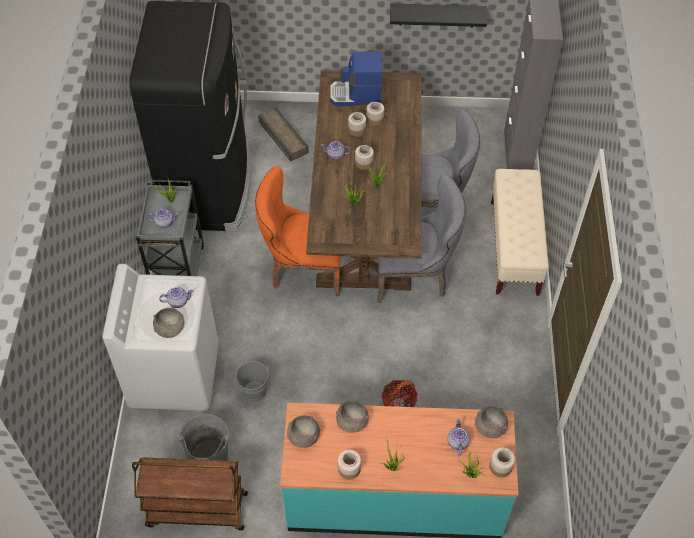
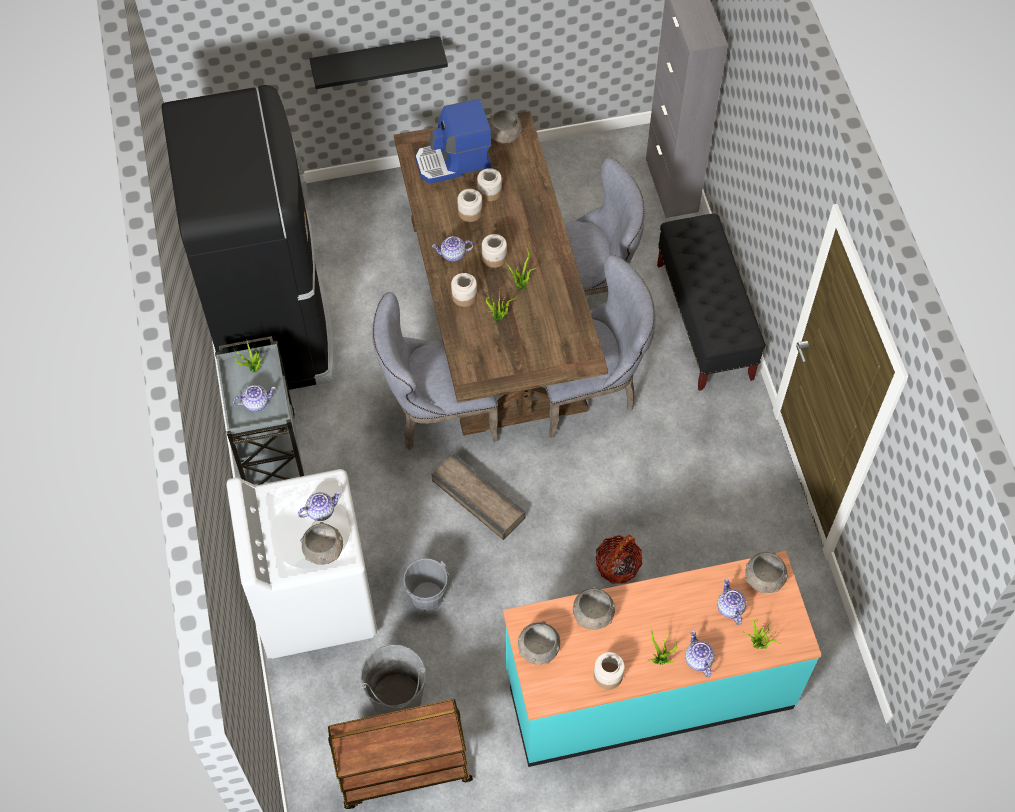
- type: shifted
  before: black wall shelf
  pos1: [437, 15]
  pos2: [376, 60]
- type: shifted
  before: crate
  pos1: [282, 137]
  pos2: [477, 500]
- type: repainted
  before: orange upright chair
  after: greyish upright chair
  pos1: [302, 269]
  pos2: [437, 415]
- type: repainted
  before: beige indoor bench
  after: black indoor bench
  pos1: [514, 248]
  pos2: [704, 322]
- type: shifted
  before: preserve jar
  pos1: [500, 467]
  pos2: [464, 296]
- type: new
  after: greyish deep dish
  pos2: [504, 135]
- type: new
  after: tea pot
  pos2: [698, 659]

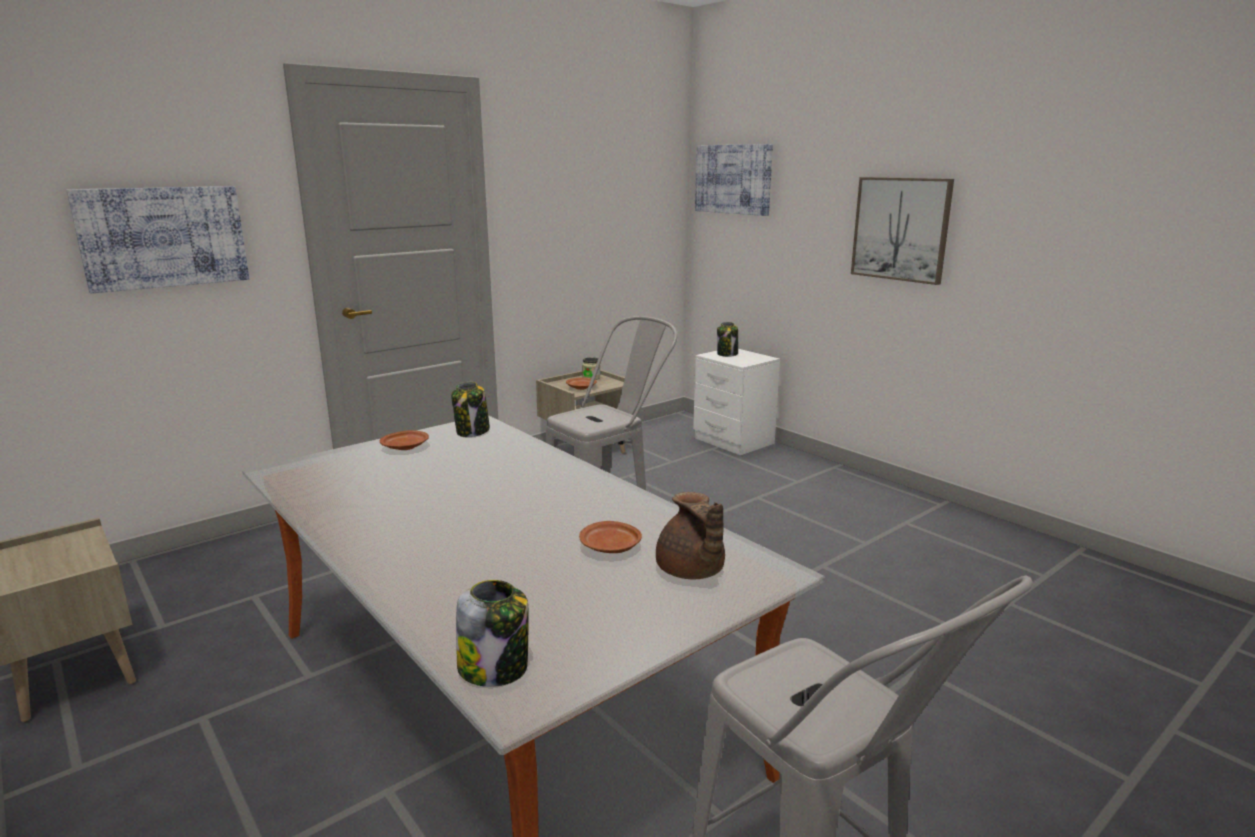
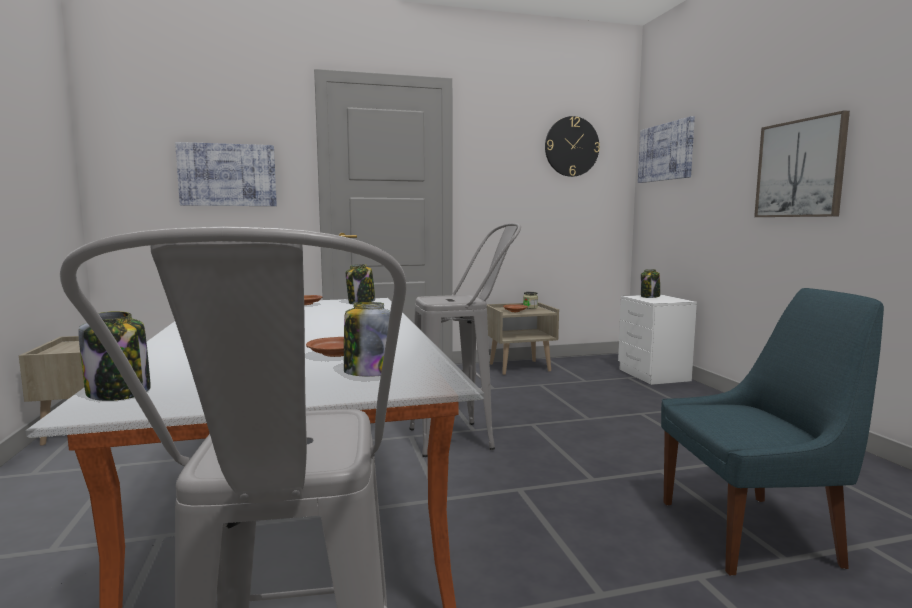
- type: swapped
  before: brown-coloured tea pot
  after: preserve jar
  pos1: [691, 572]
  pos2: [368, 373]
- type: new
  after: hanging clock
  pos2: [571, 146]
- type: new
  after: blue-coloured upright chair
  pos2: [753, 532]

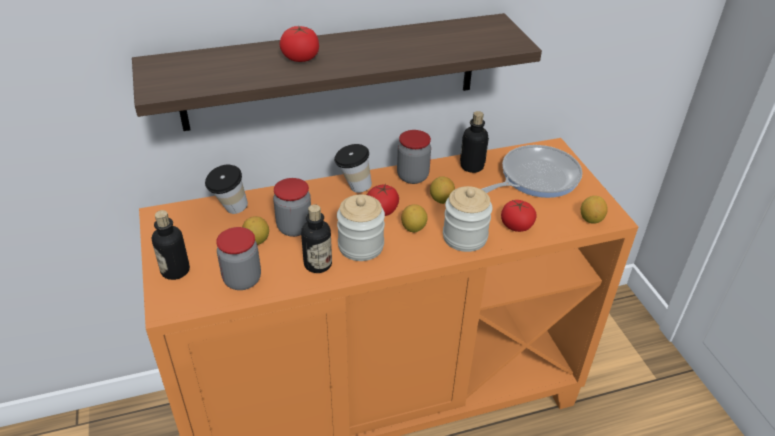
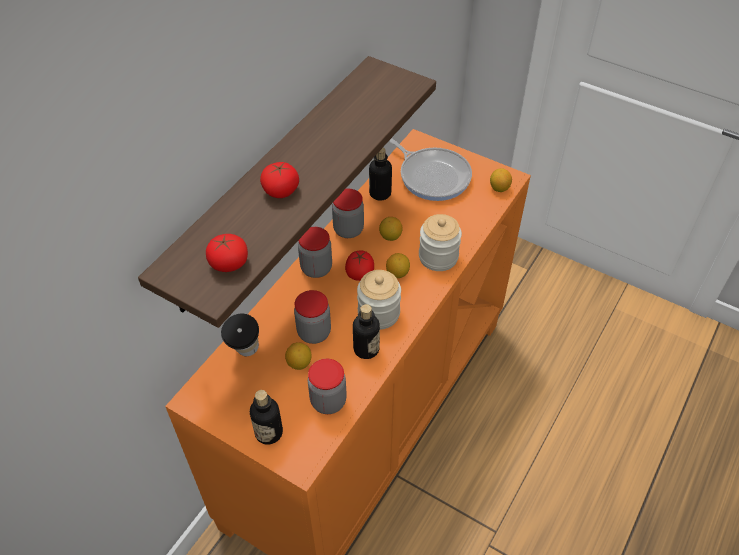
- type: swapped
  before: small cup
  after: preserve jar
  pos1: [353, 187]
  pos2: [316, 268]
- type: rotated
  before: frying pan
  pos1: [535, 177]
  pos2: [432, 175]
  turn: 120
- type: shifted
  before: fresh tomato
  pos1: [516, 226]
  pos2: [229, 264]

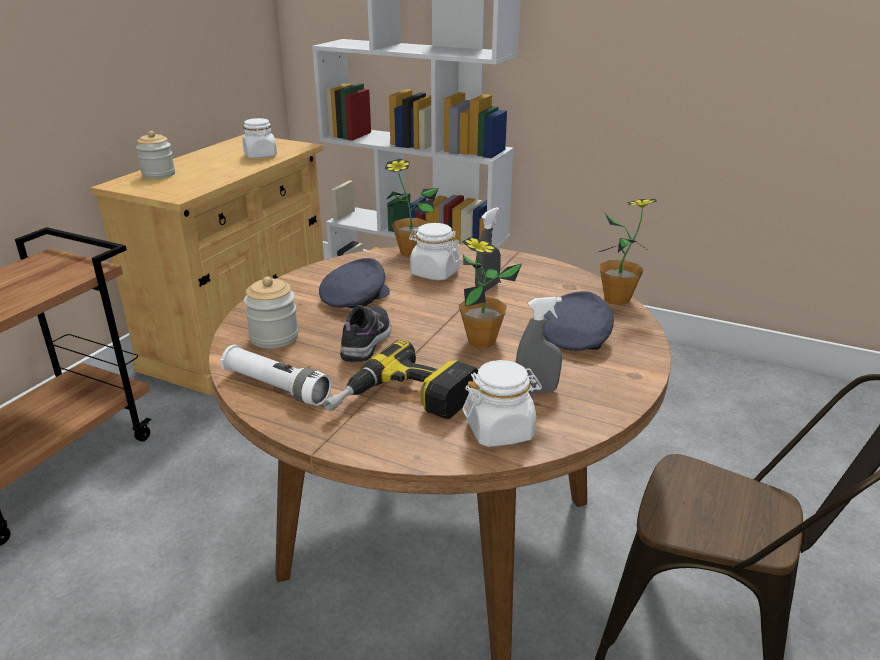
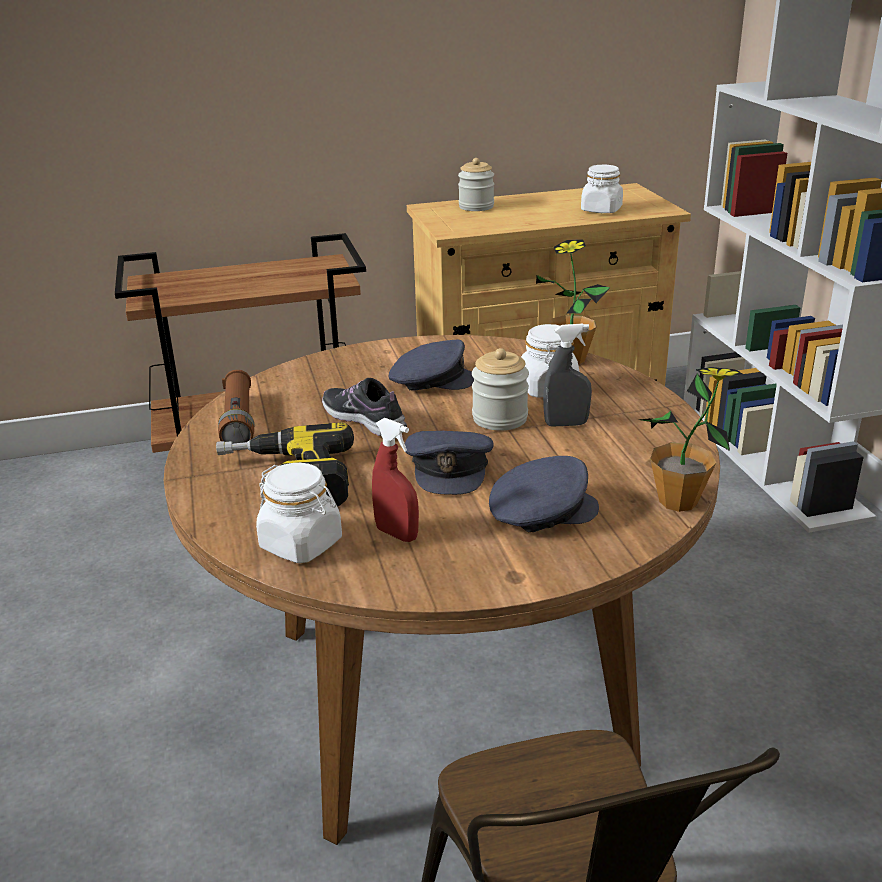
- type: swapped
  before: plant in a pot
  after: greyish baseball cap
  pos1: [481, 341]
  pos2: [449, 468]
- type: shifted
  before: preserve jar
  pos1: [274, 337]
  pos2: [500, 418]
- type: repainted
  before: greyish spray bottle
  after: red-coloured spray bottle
  pos1: [536, 391]
  pos2: [397, 534]
- type: rotated
  before: item of footwear
  pos1: [367, 341]
  pos2: [364, 420]
  turn: -105
- type: repainted
  before: whitish hand torch
  after: brown-coloured hand torch
  pos1: [276, 387]
  pos2: [239, 422]

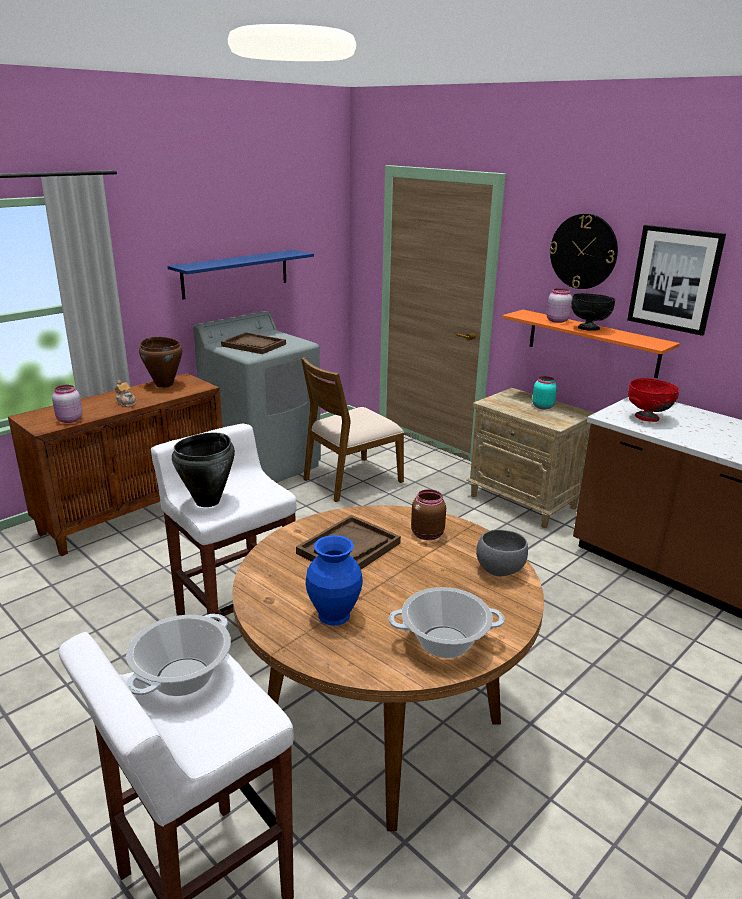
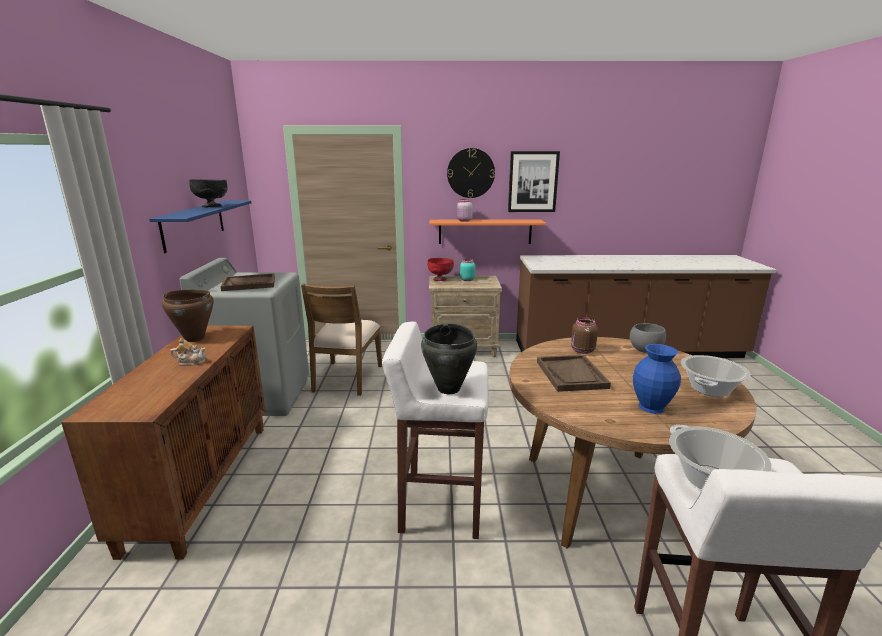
- type: shifted
  before: black deep dish
  pos1: [589, 329]
  pos2: [212, 207]
- type: shifted
  before: red-coloured deep dish
  pos1: [647, 418]
  pos2: [440, 280]
- type: gone
  before: pink preserve jar
  pos1: [69, 420]

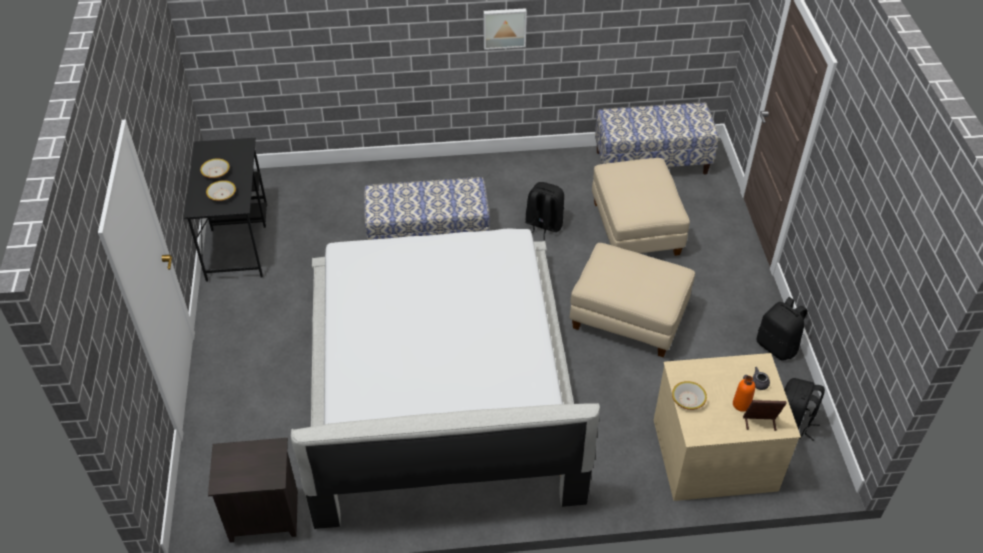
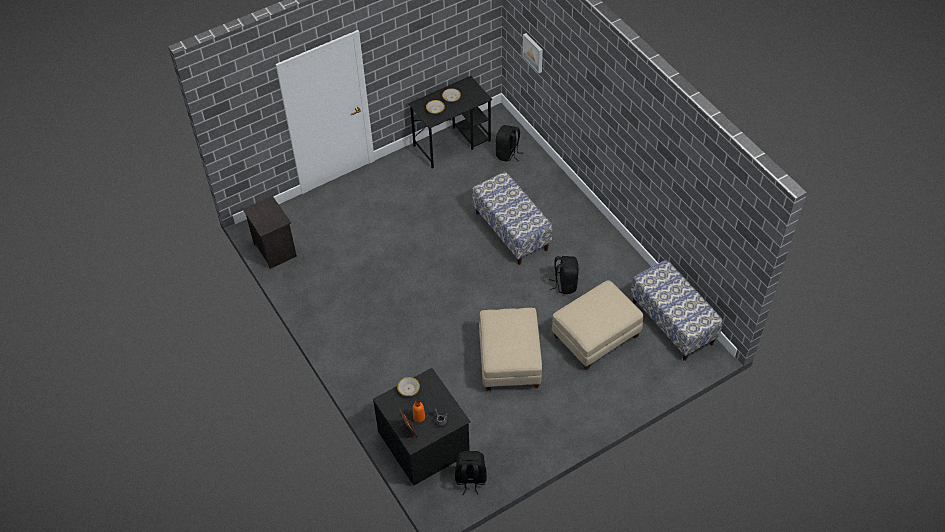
- type: shifted
  before: picture
  pos1: [504, 27]
  pos2: [534, 52]
- type: gone
  before: whitish bedroom bed
  pos1: [440, 382]
- type: shifted
  before: black rucksack
  pos1: [777, 346]
  pos2: [507, 154]
- type: repainted
  before: beige drawer chest
  after: black drawer chest
  pos1: [714, 452]
  pos2: [425, 442]

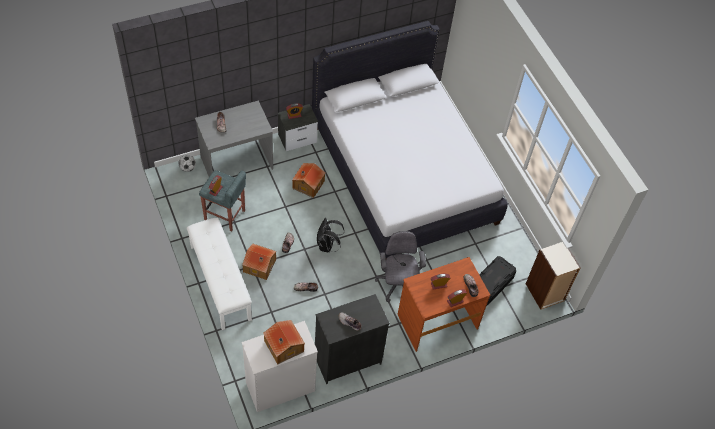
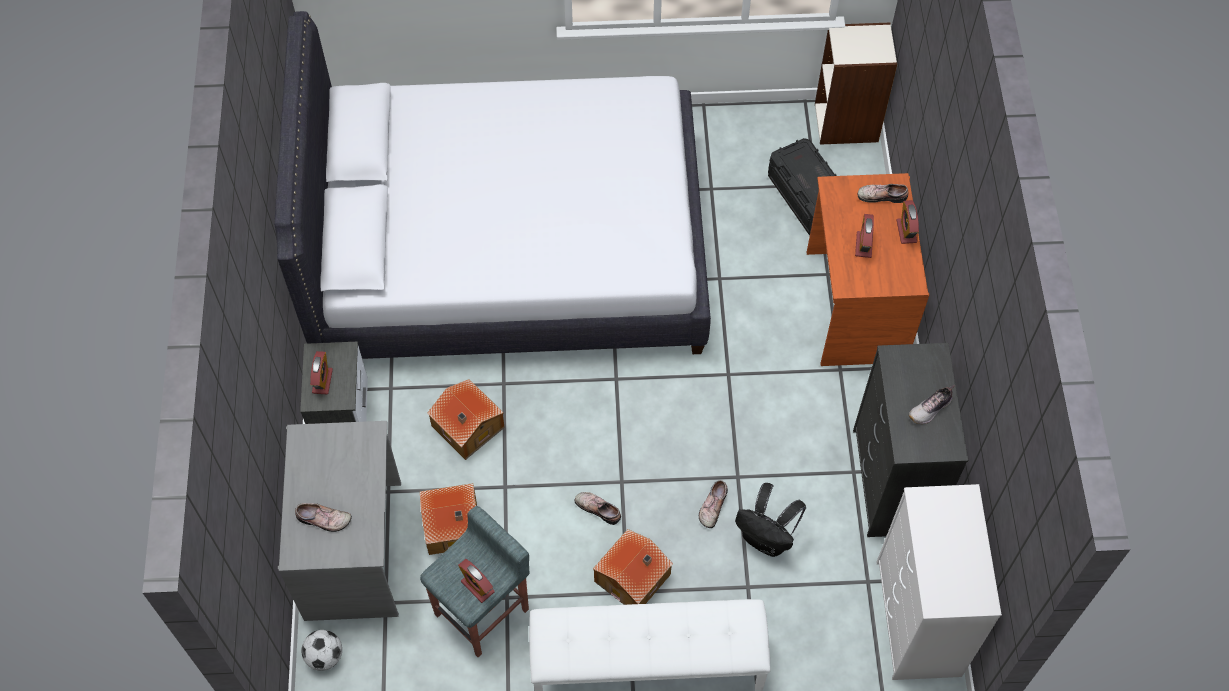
- type: shifted
  before: black rucksack
  pos1: [327, 246]
  pos2: [767, 539]
- type: gone
  before: greyish desk chair
  pos1: [397, 285]
- type: shifted
  before: miniature house
  pos1: [283, 347]
  pos2: [453, 527]

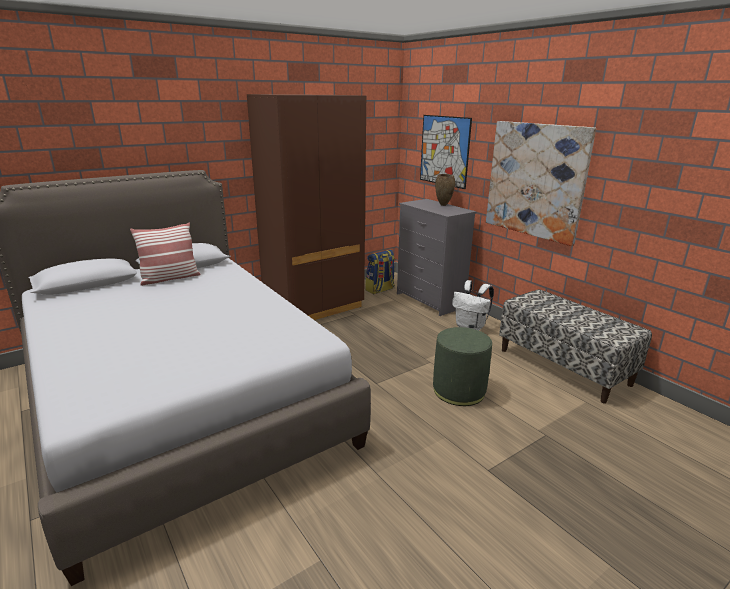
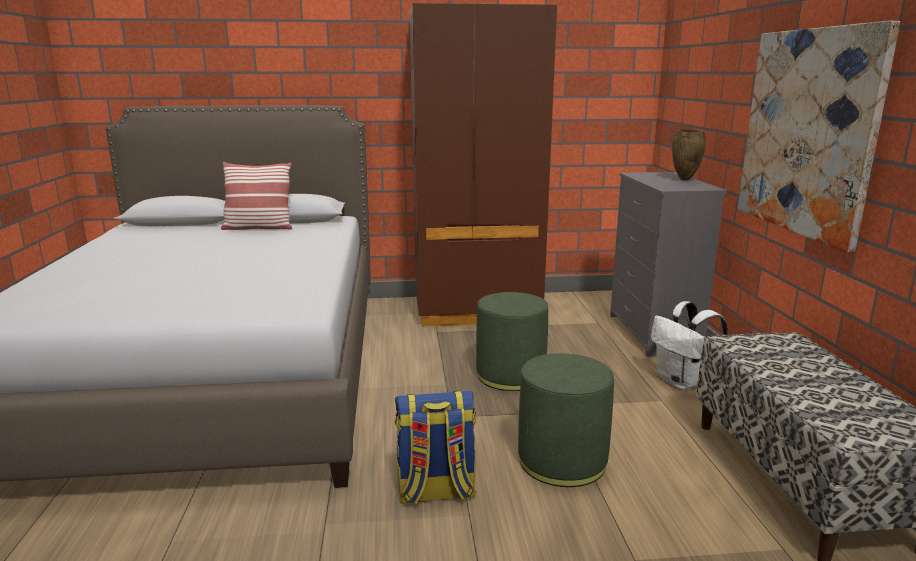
- type: gone
  before: picture
  pos1: [444, 151]
- type: shifted
  before: rucksack
  pos1: [380, 290]
  pos2: [435, 492]
- type: new
  after: greenish pouffe
  pos2: [510, 375]

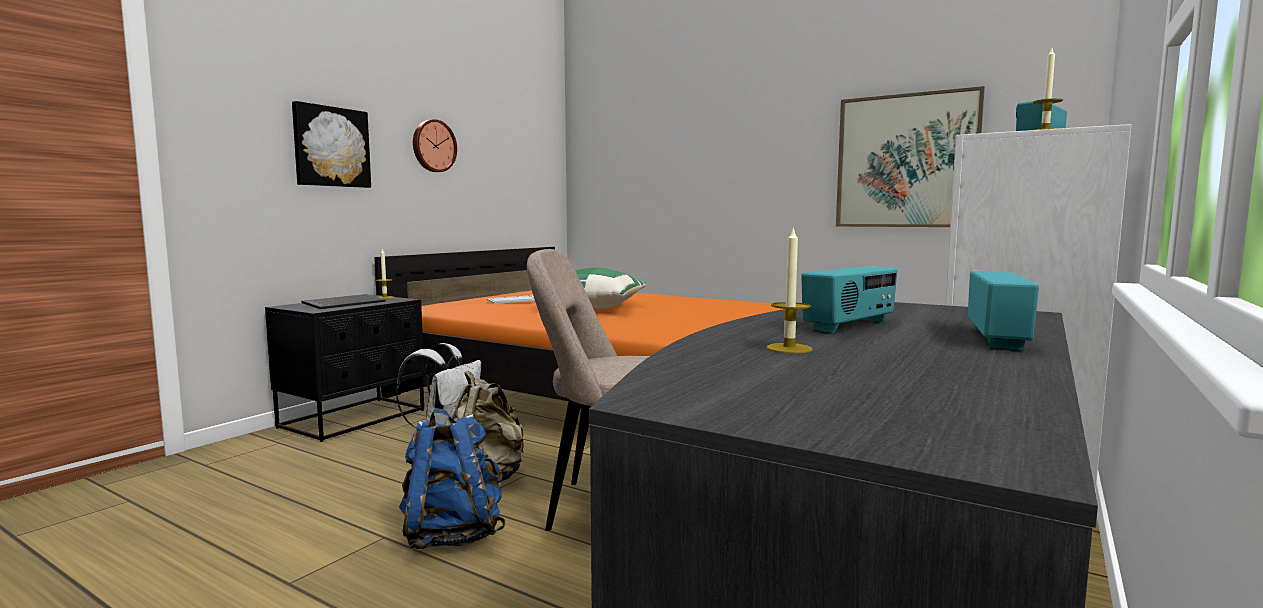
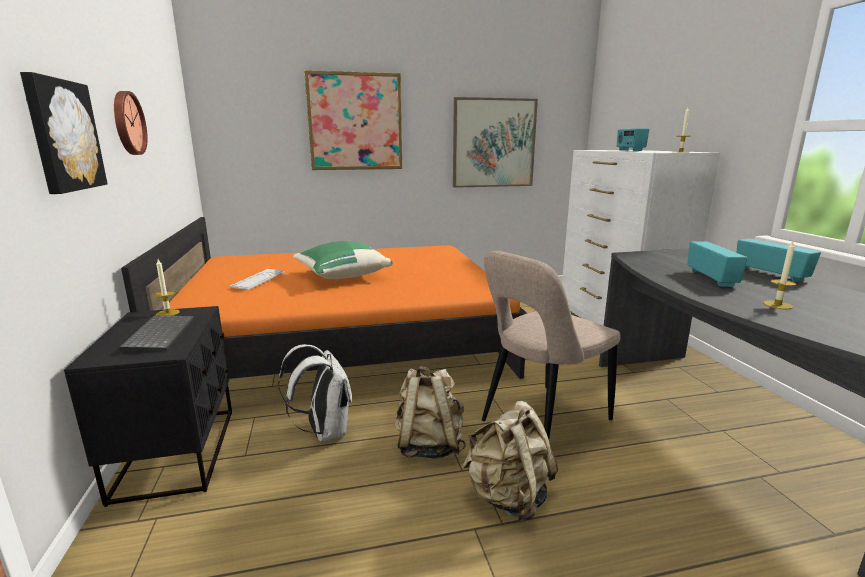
- type: repainted
  before: blue-coloured rucksack
  after: beige rucksack
  pos1: [452, 535]
  pos2: [508, 497]
- type: new
  after: picture
  pos2: [355, 122]

